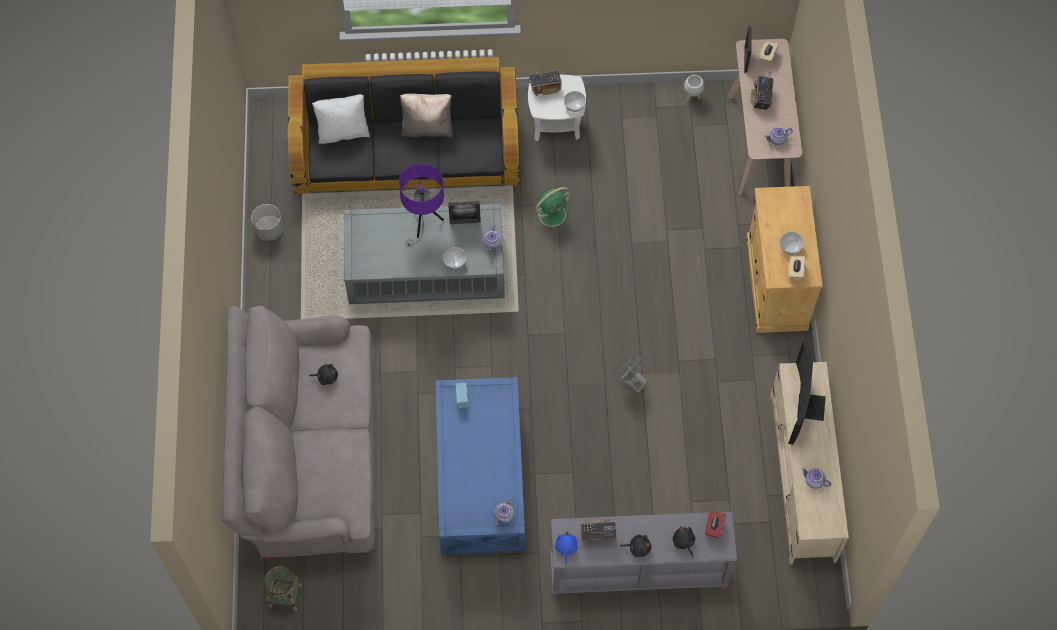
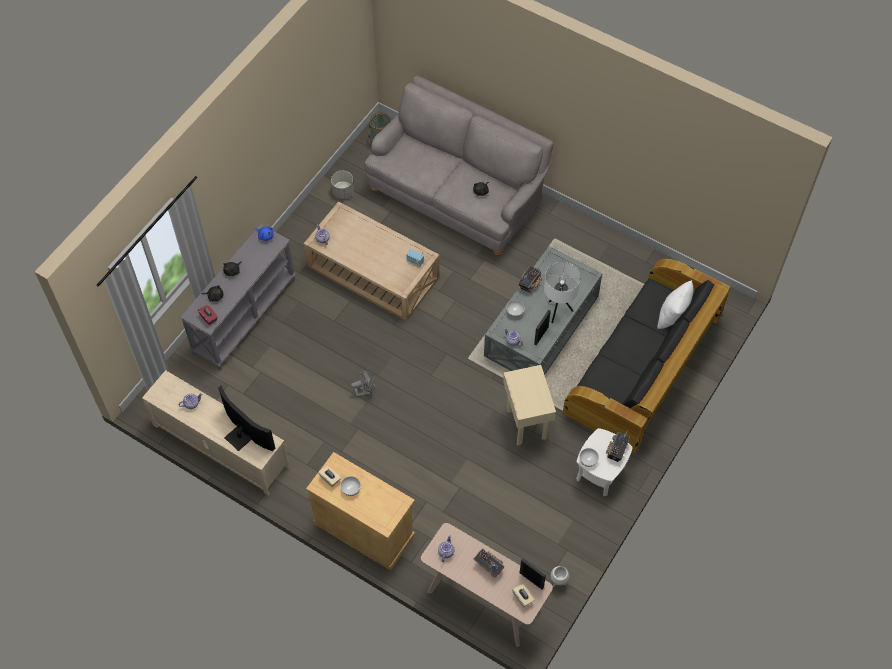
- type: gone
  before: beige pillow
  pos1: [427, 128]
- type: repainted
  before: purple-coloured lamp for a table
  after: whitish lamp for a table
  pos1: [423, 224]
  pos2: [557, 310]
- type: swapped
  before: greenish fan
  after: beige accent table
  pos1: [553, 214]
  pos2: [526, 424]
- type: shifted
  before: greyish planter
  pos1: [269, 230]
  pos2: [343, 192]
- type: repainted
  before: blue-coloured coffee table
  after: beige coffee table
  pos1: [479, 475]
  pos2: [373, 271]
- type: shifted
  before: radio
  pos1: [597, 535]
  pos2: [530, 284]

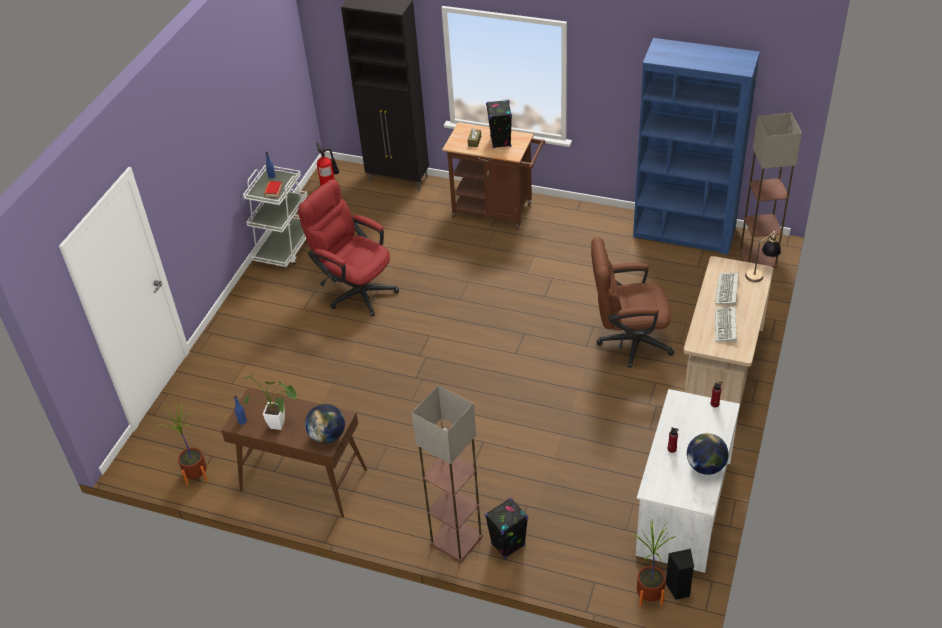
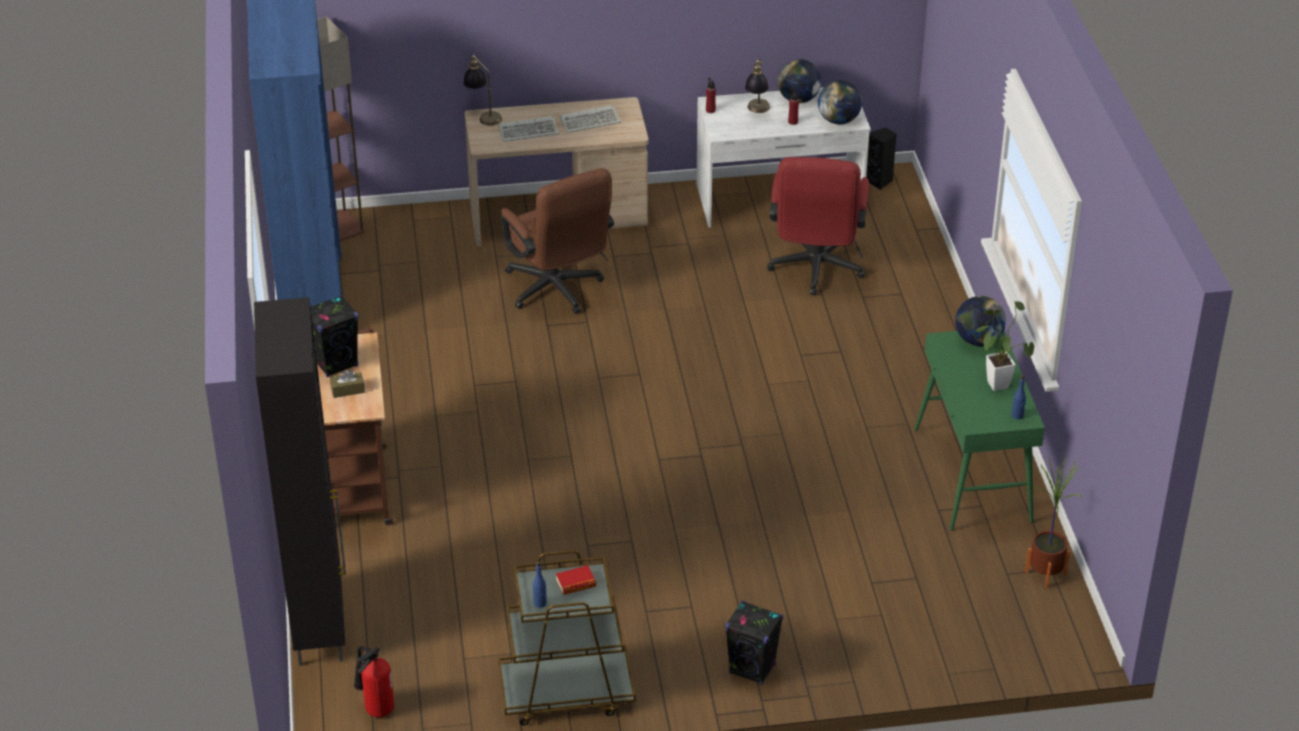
- type: repainted
  before: whitish cart
  after: brown-coloured cart
  pos1: [285, 246]
  pos2: [566, 693]
- type: shifted
  before: red-coloured desk chair
  pos1: [356, 290]
  pos2: [815, 271]
- type: gone
  before: standard lamp
  pos1: [455, 540]
- type: repainted
  before: brown-coloured narrow table
  after: greenish narrow table
  pos1: [303, 480]
  pos2: [973, 476]
- type: shifted
  before: black loudspeaker
  pos1: [508, 545]
  pos2: [753, 669]
- type: gone
  before: plant in a pot
  pos1: [649, 596]
- type: new
  after: lamp for a table
  pos2: [757, 112]
- type: new
  after: desk globe
  pos2: [838, 120]

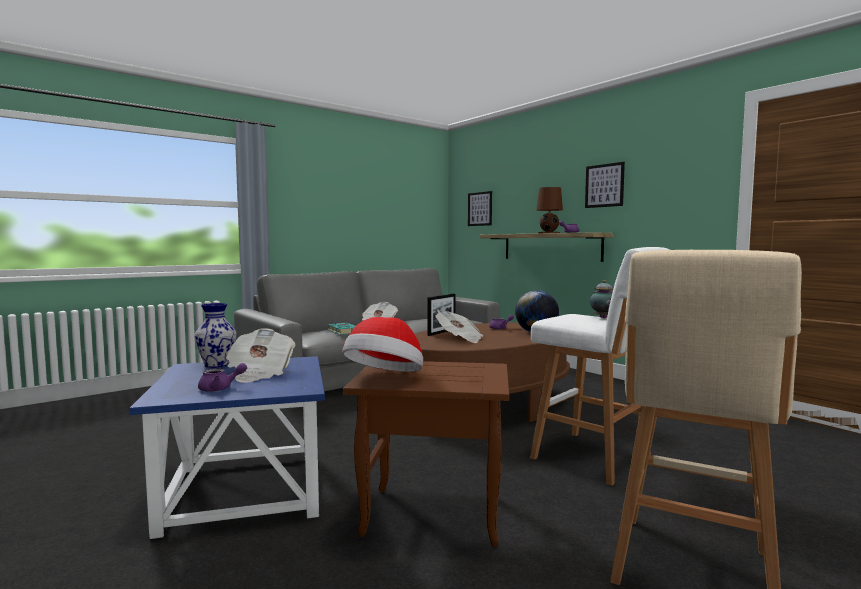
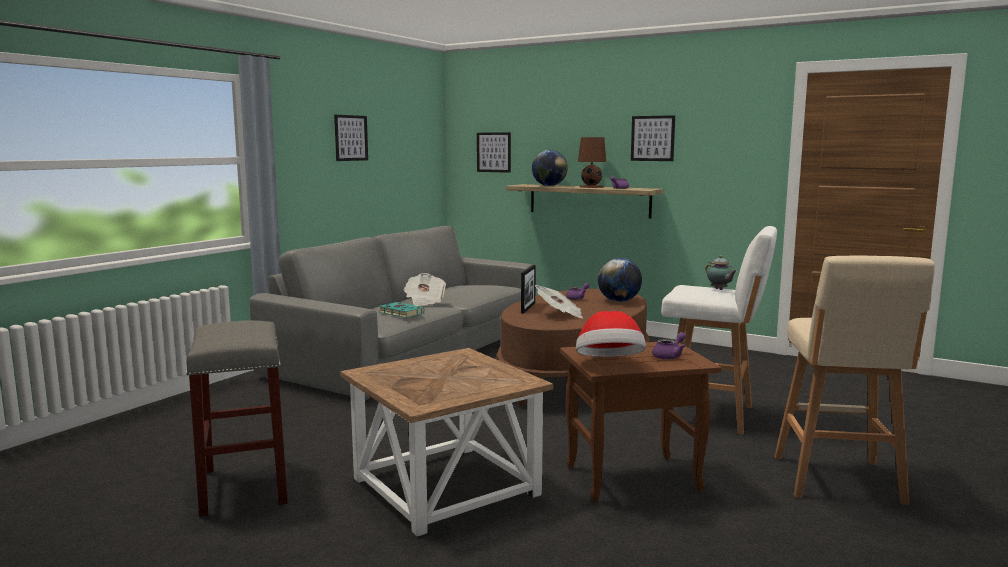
- type: gone
  before: flower vase
  pos1: [217, 365]
- type: gone
  before: daily paper
  pos1: [259, 373]
- type: repainted
  before: blue-coloured accent table
  after: brown-coloured accent table
  pos1: [247, 489]
  pos2: [446, 485]
- type: shifted
  before: purple-coloured tea pot
  pos1: [220, 388]
  pos2: [669, 356]
- type: new
  after: picture
  pos2: [351, 138]
- type: new
  after: desk globe
  pos2: [549, 186]
- type: new
  after: greyish stool seat
  pos2: [243, 486]

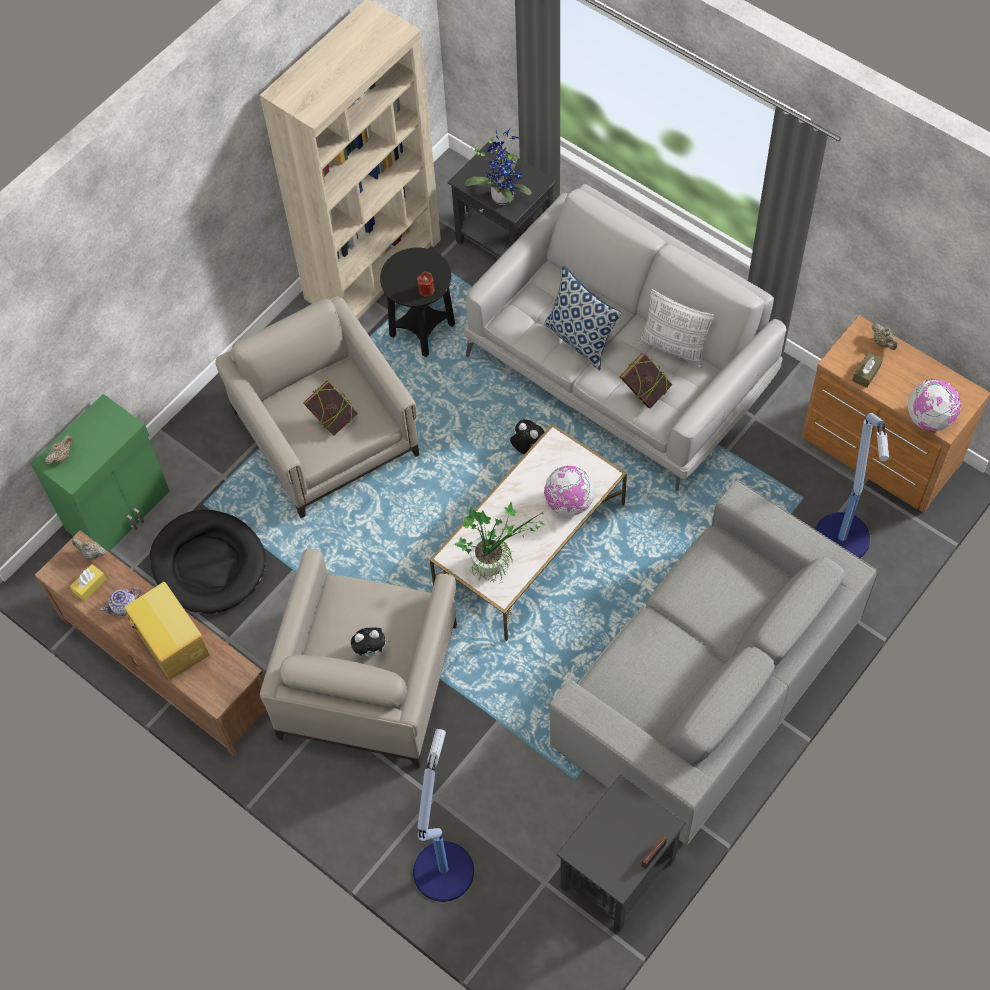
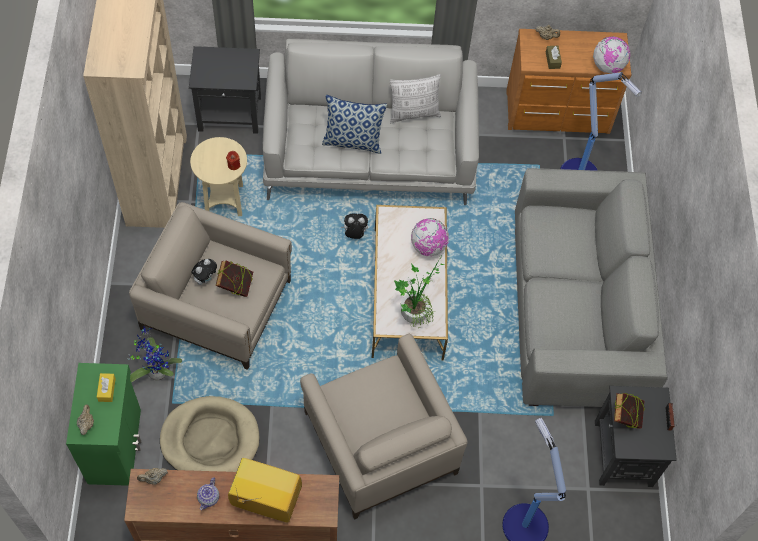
- type: shifted
  before: plant in a pot
  pos1: [502, 195]
  pos2: [156, 371]
- type: repainted
  before: black accent table
  after: beige accent table
  pos1: [422, 330]
  pos2: [224, 200]
- type: shifted
  before: bound book
  pos1: [645, 392]
  pos2: [625, 418]
- type: repainted
  before: black dog bed
  after: beige dog bed
  pos1: [209, 564]
  pos2: [210, 439]
- type: shifted
  before: yellowish tissue holder
  pos1: [89, 585]
  pos2: [107, 389]
- type: shifted
  before: soft toy
  pos1: [371, 650]
  pos2: [205, 278]

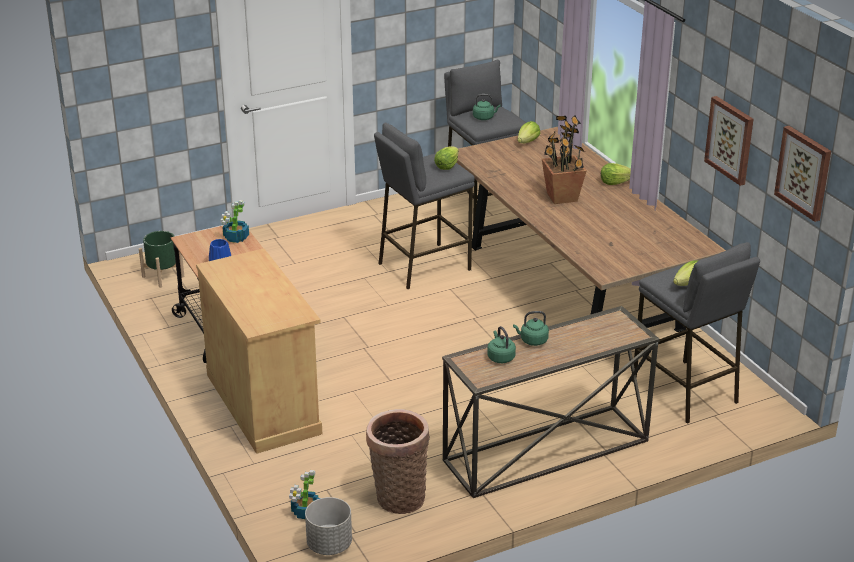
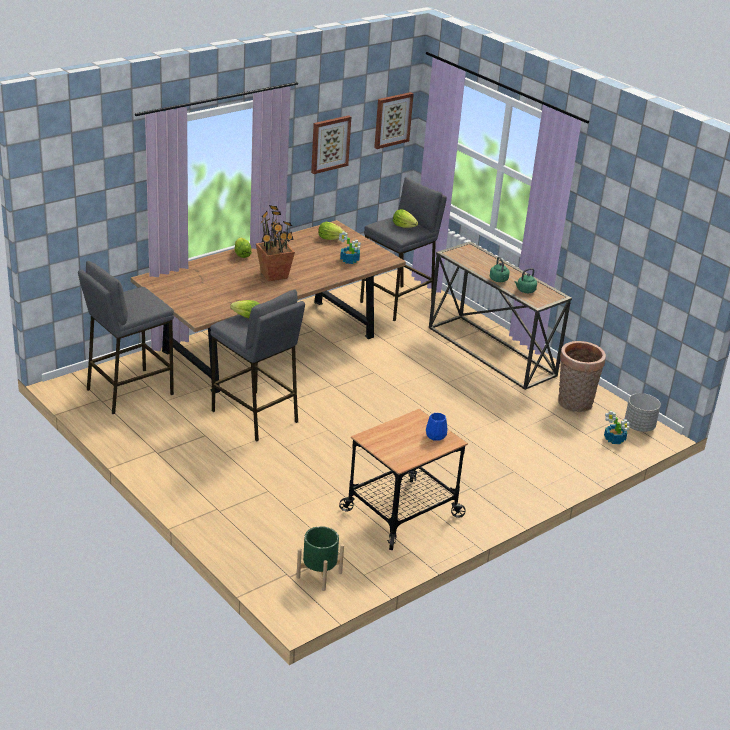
- type: gone
  before: greenish water kettle
  pos1: [484, 117]
- type: shifted
  before: lettuce
  pos1: [528, 142]
  pos2: [330, 238]
- type: shifted
  before: plant in a pot
  pos1: [235, 238]
  pos2: [350, 260]
- type: gone
  before: beige cupboard
  pos1: [263, 403]

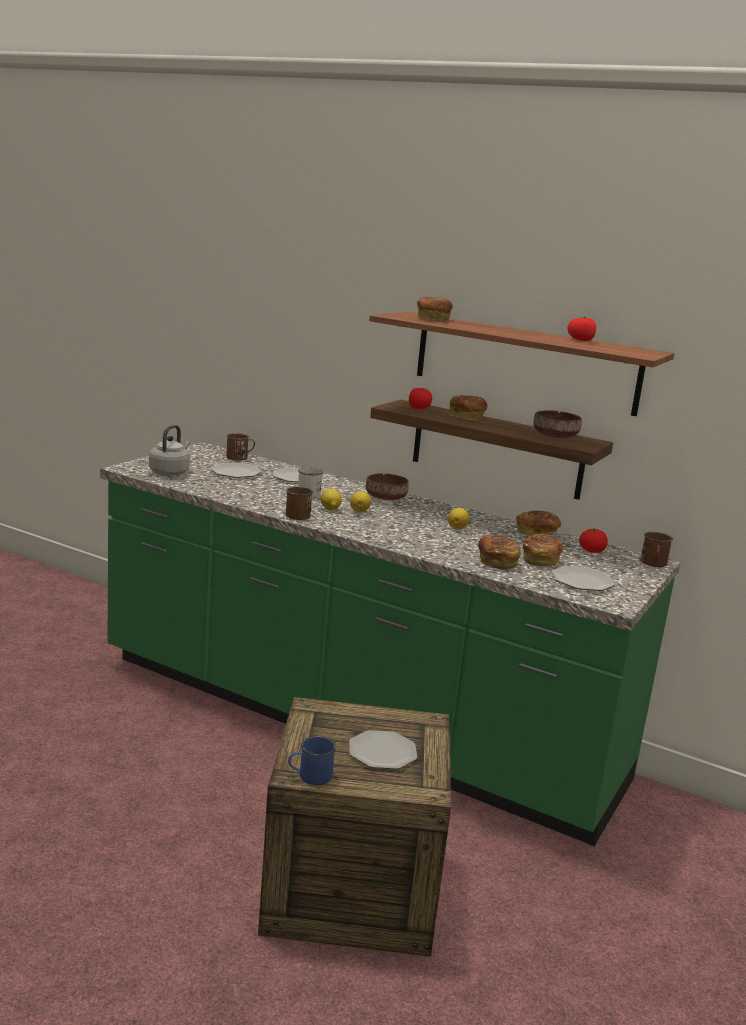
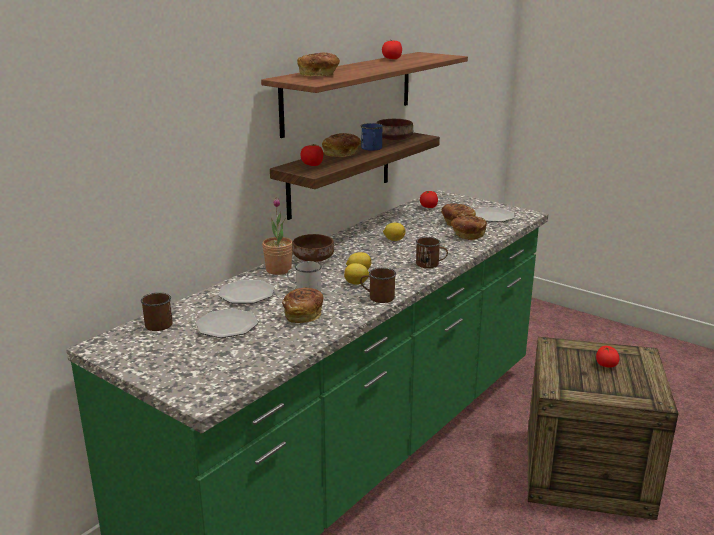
- type: gone
  before: greyish water kettle
  pos1: [170, 472]
- type: shifted
  before: baked bread
  pos1: [537, 534]
  pos2: [303, 315]
- type: shifted
  before: brown-coloured mug
  pos1: [653, 564]
  pos2: [431, 264]
- type: swapped
  before: flat dish
  after: fresh tomato
  pos1: [382, 752]
  pos2: [606, 365]
- type: shifted
  before: blue-coloured mug
  pos1: [310, 776]
  pos2: [372, 149]
- type: new
  after: plant in a pot
  pos2: [278, 270]

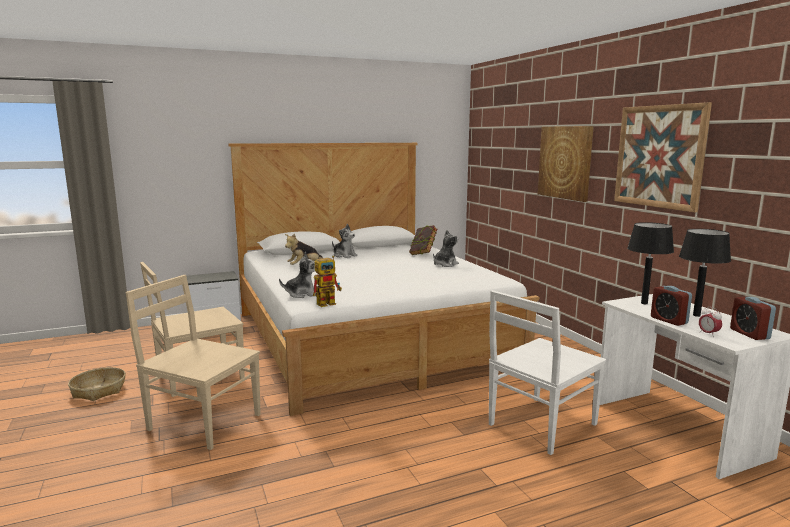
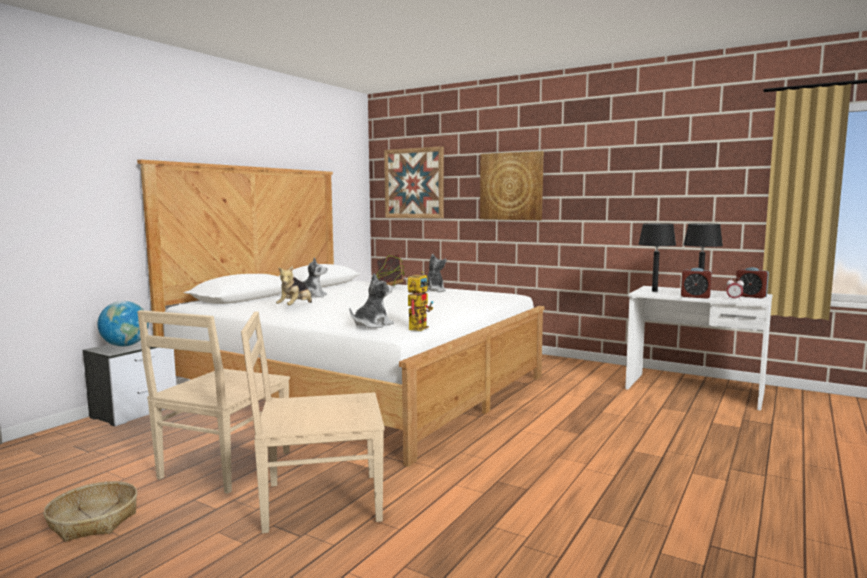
- type: shifted
  before: picture
  pos1: [659, 156]
  pos2: [414, 183]
- type: gone
  before: whitish upright chair
  pos1: [540, 425]
- type: new
  after: desk globe
  pos2: [125, 345]

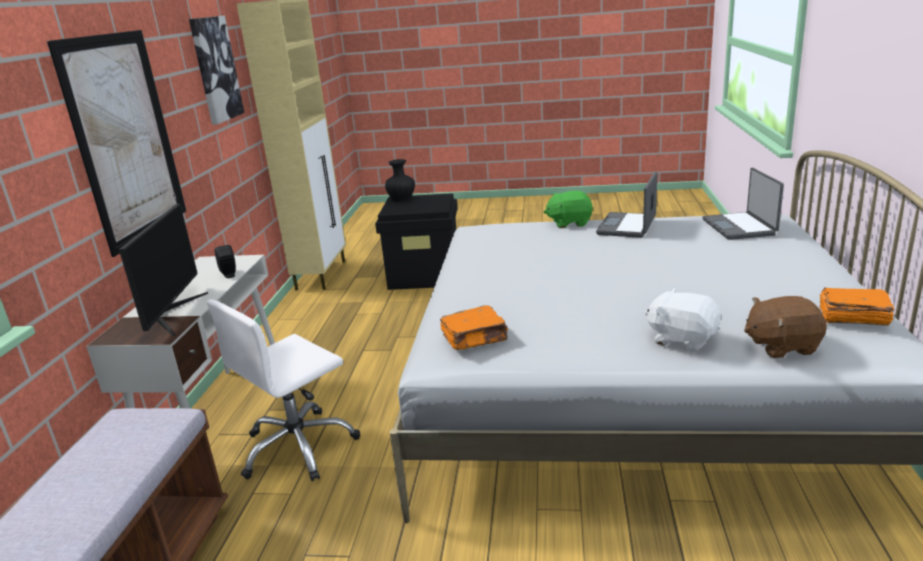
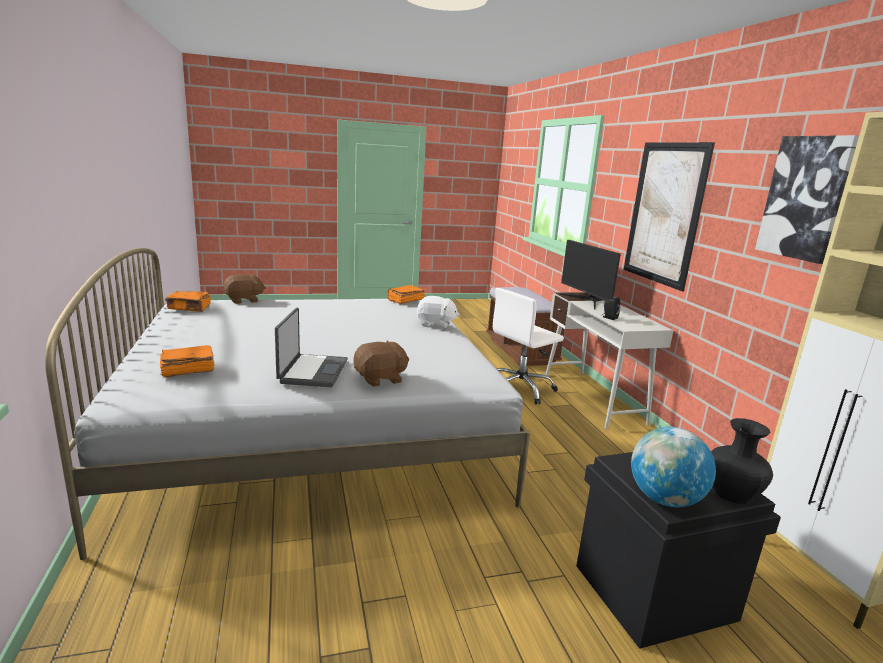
- type: swapped
  before: notebook computer
  after: orange bound book
  pos1: [740, 227]
  pos2: [187, 370]
- type: repainted
  before: greenish soft toy
  after: brown-coloured soft toy
  pos1: [569, 223]
  pos2: [380, 379]
- type: shifted
  before: whitish soft toy
  pos1: [682, 339]
  pos2: [436, 324]
- type: rotated
  before: whitish desk chair
  pos1: [298, 447]
  pos2: [520, 389]
  turn: -150
- type: new
  after: desk globe
  pos2: [664, 499]

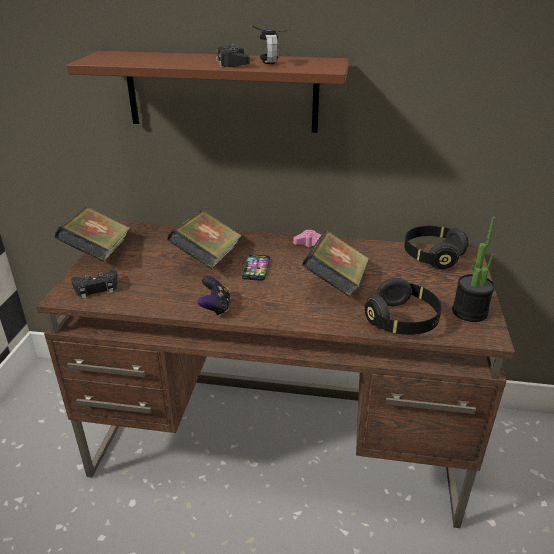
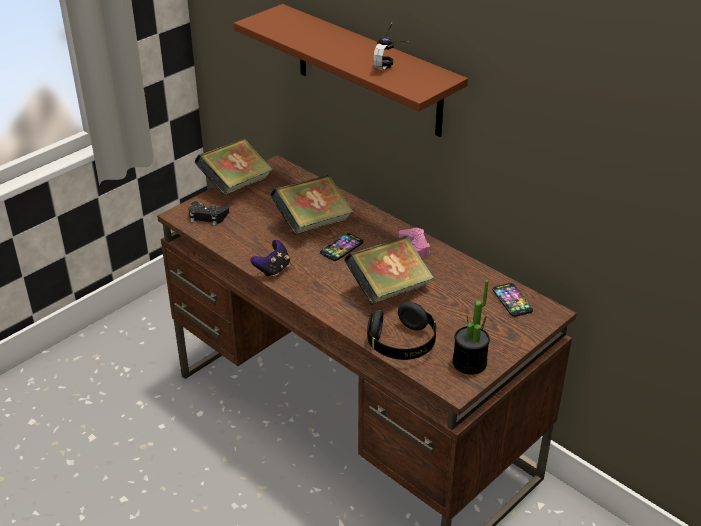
- type: gone
  before: black gamepad
  pos1: [232, 63]
- type: swapped
  before: black headphones
  after: phone
  pos1: [432, 256]
  pos2: [512, 300]

